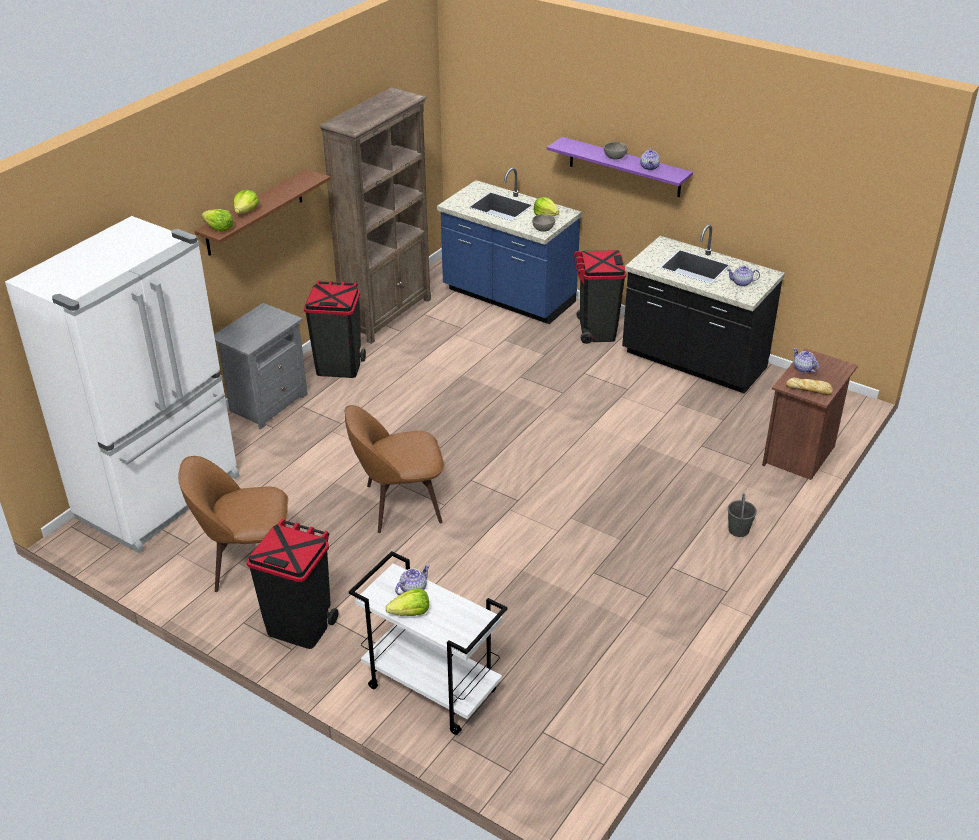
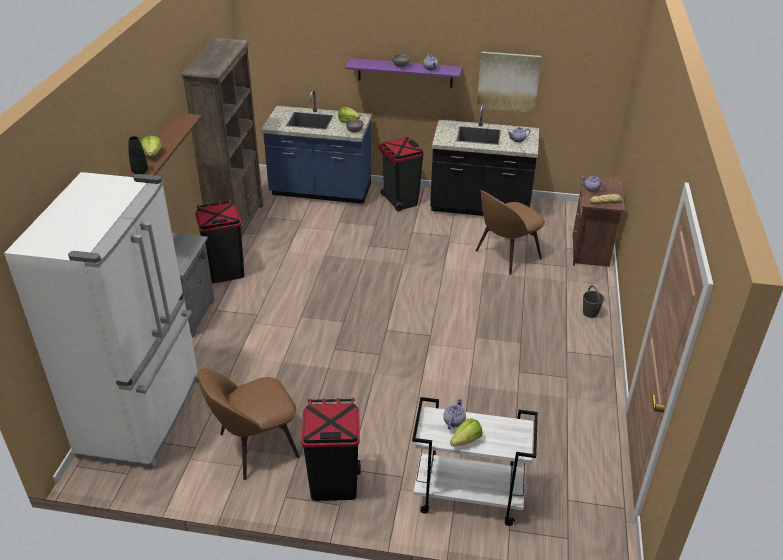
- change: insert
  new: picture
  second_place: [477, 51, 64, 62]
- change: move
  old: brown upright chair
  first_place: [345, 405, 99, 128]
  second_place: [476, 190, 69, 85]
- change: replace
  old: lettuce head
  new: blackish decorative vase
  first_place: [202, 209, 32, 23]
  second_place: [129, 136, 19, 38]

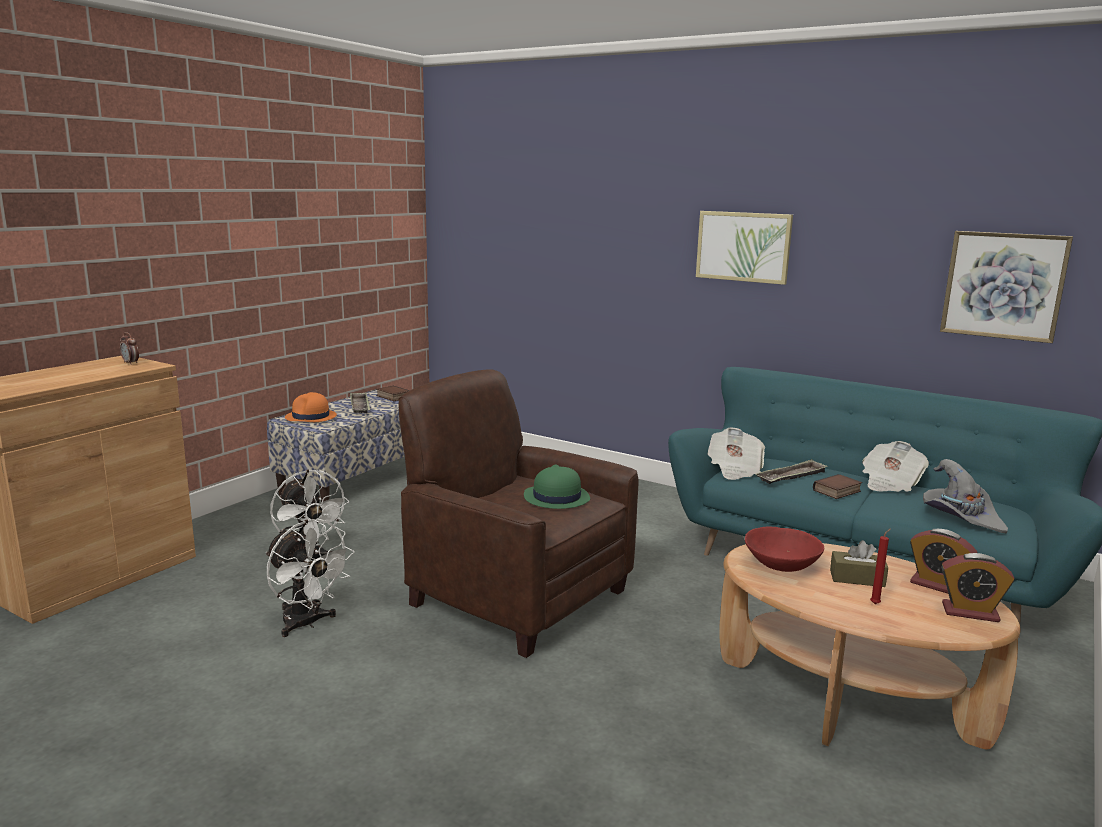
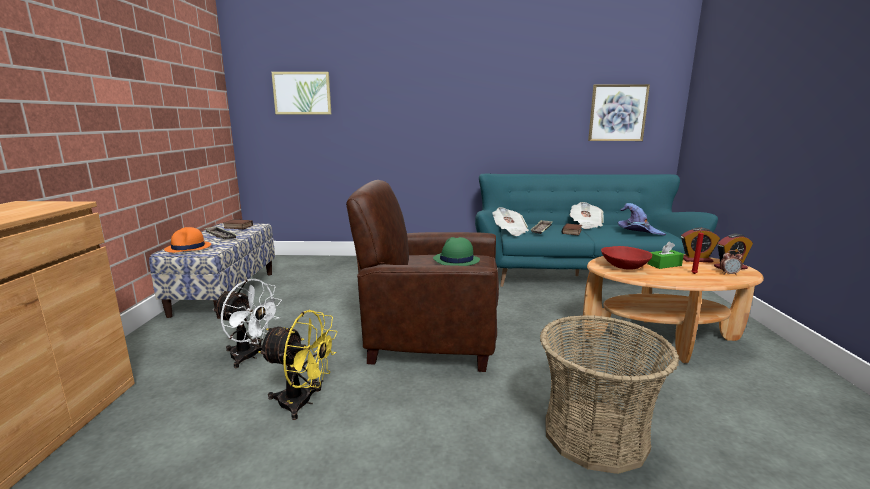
- change: insert
  new: household basket
  second_place: [540, 315, 139, 159]
- change: move
  old: bedside clock
  first_place: [120, 332, 19, 33]
  second_place: [720, 250, 23, 25]
- change: move
  old: picture
  first_place: [696, 211, 97, 74]
  second_place: [271, 72, 60, 42]
- change: recolor
  old: whitish cooling fan
  new: yellowish cooling fan
  first_place: [266, 519, 89, 118]
  second_place: [259, 310, 78, 110]
- change: recolor
  old: brown box of tissues
  new: green-coloured box of tissues
  first_place: [830, 540, 58, 47]
  second_place: [648, 241, 36, 28]
- change: recolor
  old: greyish hat
  new: purple-coloured hat
  first_place: [923, 459, 85, 74]
  second_place: [617, 203, 49, 33]

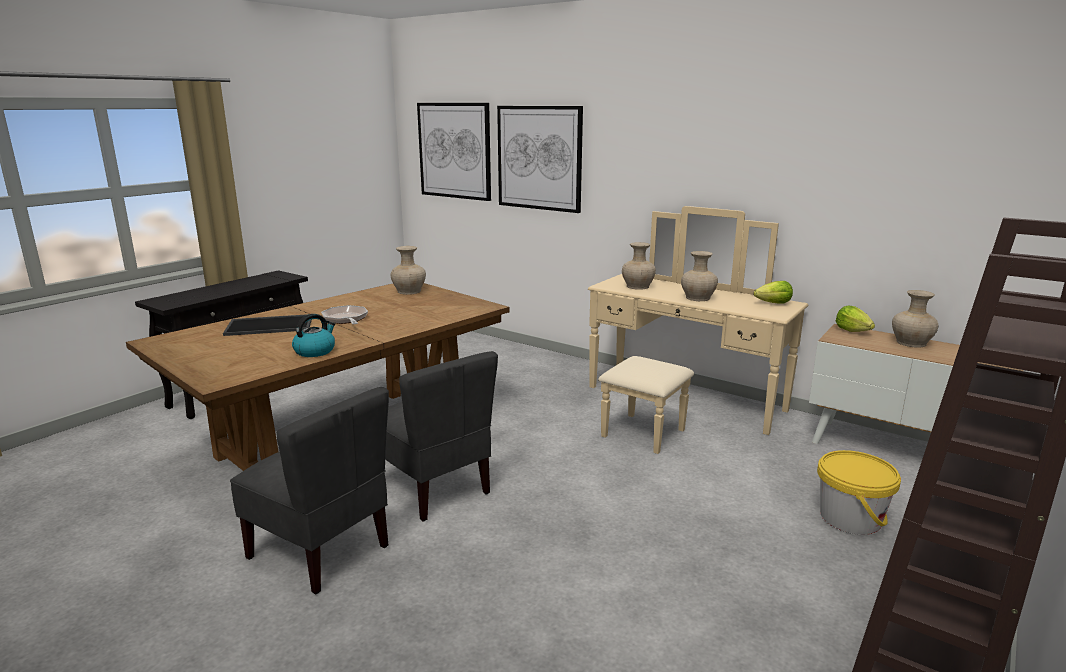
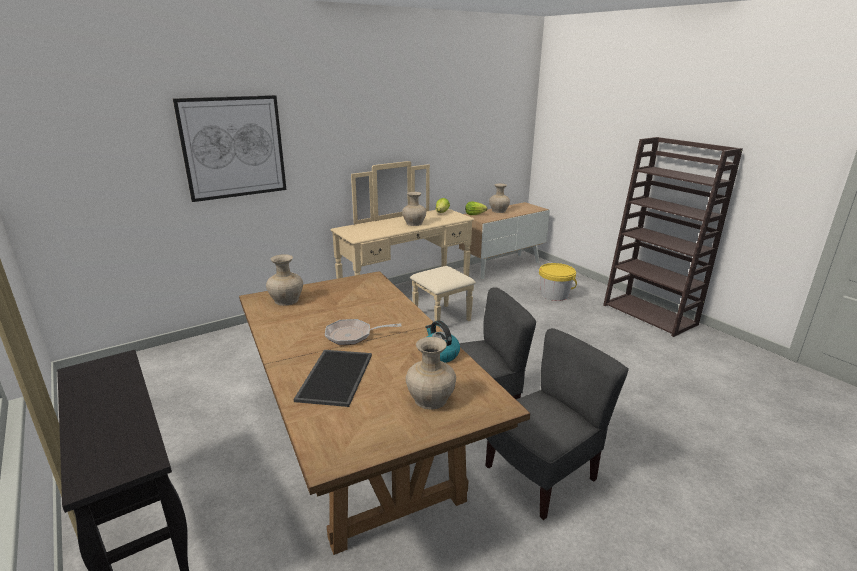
- change: delete
  old: picture
  first_place: [417, 103, 74, 98]
- change: move
  old: beige decorative vase
  first_place: [622, 242, 34, 48]
  second_place: [406, 337, 50, 73]

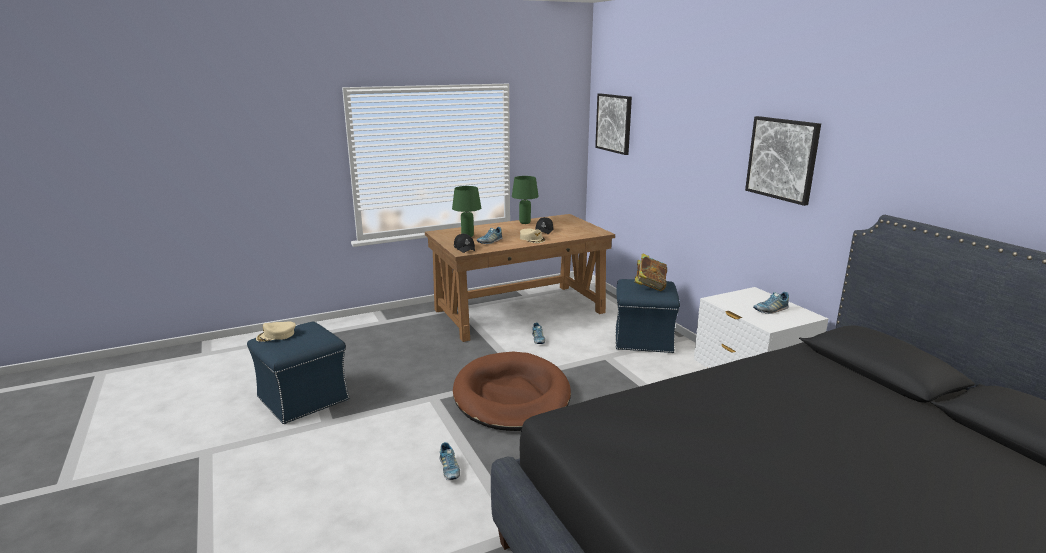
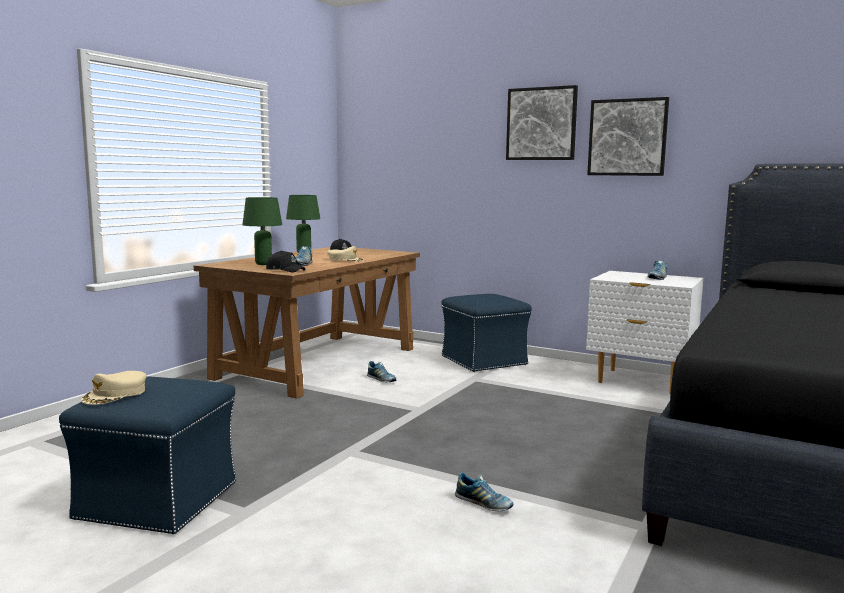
- change: delete
  old: brown pet bed
  first_place: [453, 351, 118, 80]
- change: delete
  old: book
  first_place: [635, 253, 32, 38]
- change: move
  old: picture
  first_place: [595, 93, 37, 62]
  second_place: [506, 85, 72, 75]

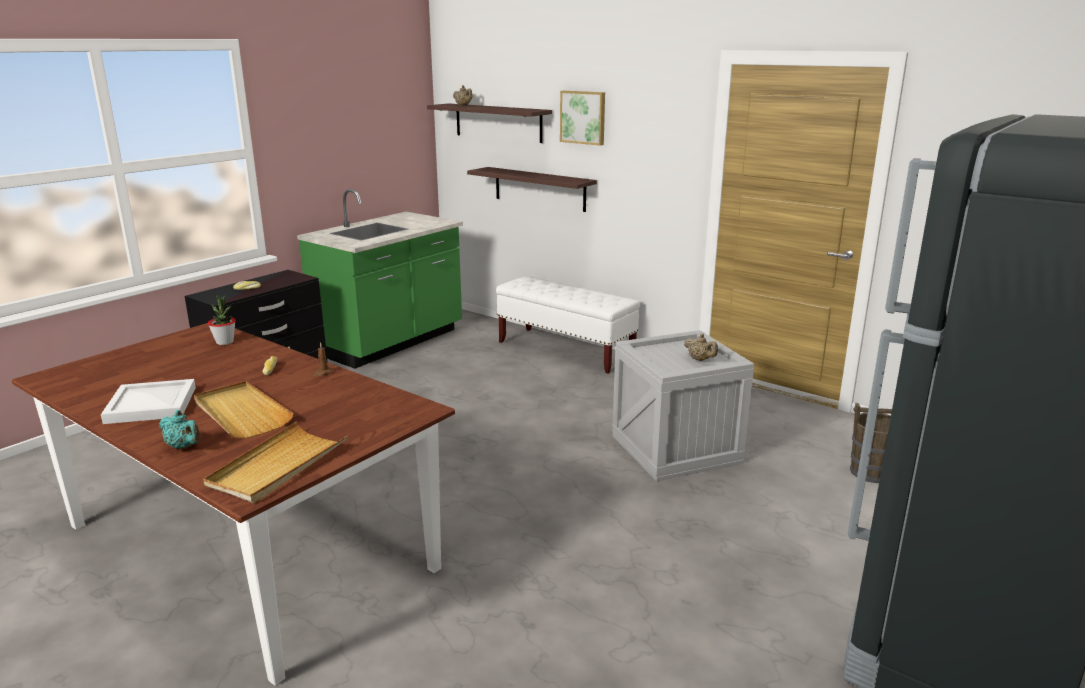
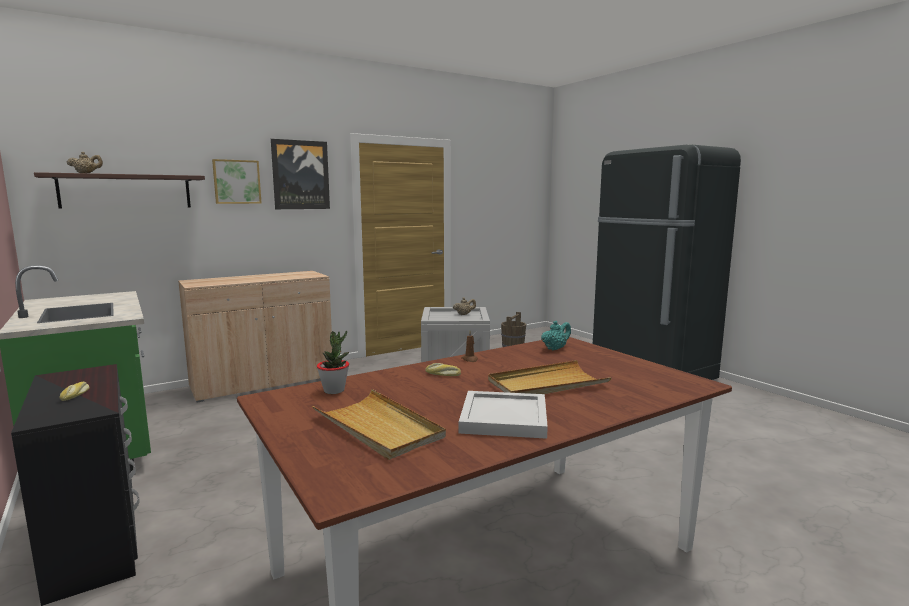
- change: delete
  old: shelf
  first_place: [467, 167, 130, 45]
- change: insert
  new: picture
  second_place: [271, 139, 59, 70]
- change: move
  old: turquoise tea pot
  first_place: [159, 410, 41, 39]
  second_place: [541, 321, 30, 29]
- change: move
  old: beige serving tray
  first_place: [203, 422, 145, 81]
  second_place: [312, 389, 134, 71]
- change: replace
  old: whitish bench
  new: beige storage cabinet
  first_place: [496, 276, 144, 98]
  second_place: [178, 271, 154, 132]

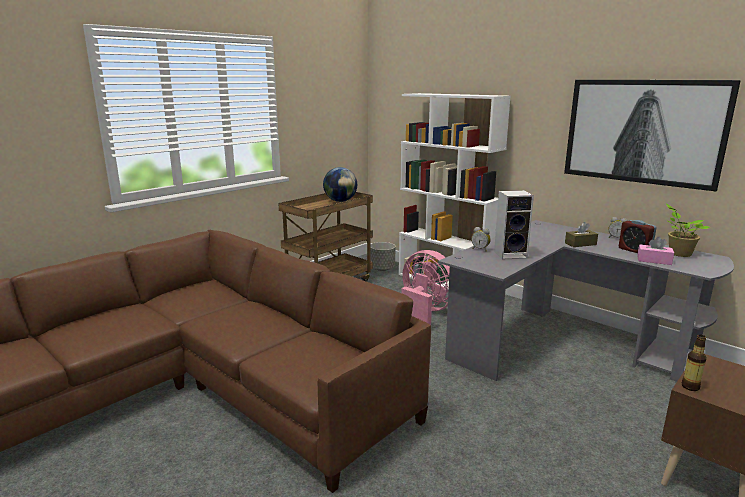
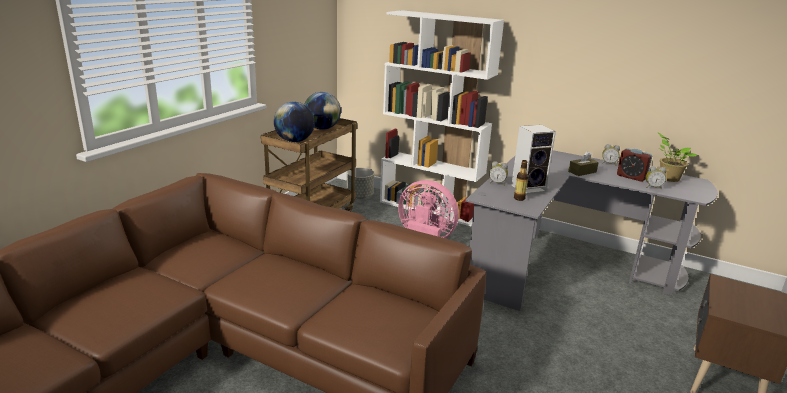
- change: delete
  old: picture
  first_place: [564, 80, 177, 112]
- change: insert
  new: globe
  second_place: [274, 102, 41, 40]
- change: move
  old: bottle
  first_place: [682, 335, 25, 56]
  second_place: [514, 160, 14, 41]
- change: replace
  old: pinkish box of tissues
  new: bedside clock
  first_place: [637, 237, 37, 28]
  second_place: [646, 166, 20, 23]

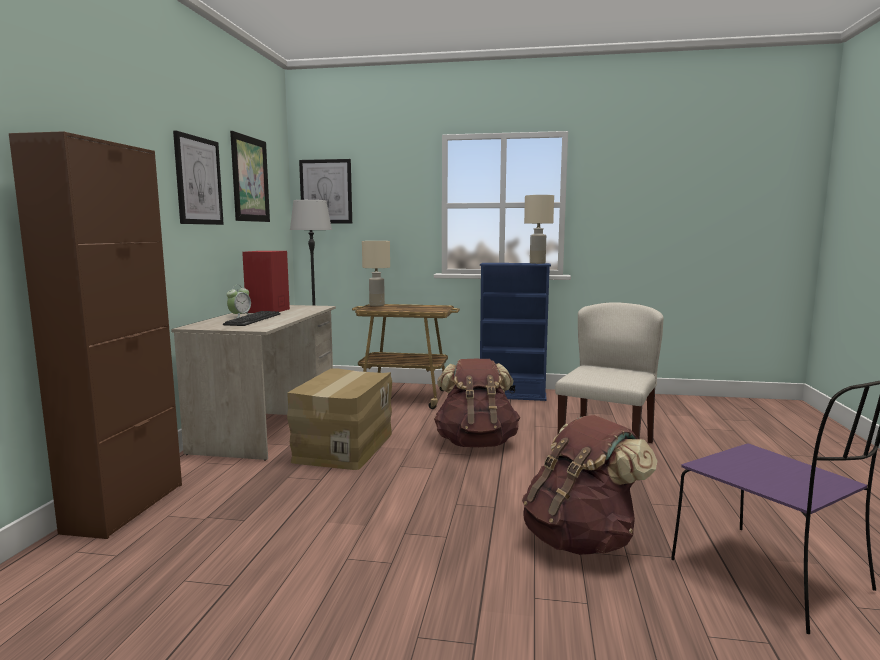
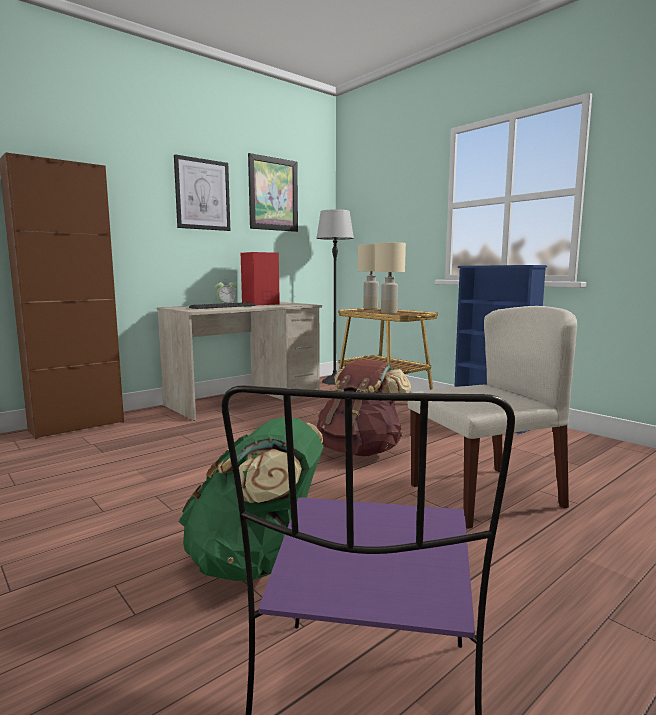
- change: delete
  old: packing box
  first_place: [287, 368, 105, 102]
- change: delete
  old: picture
  first_place: [299, 159, 53, 65]
- change: move
  old: beige lamp for a table
  first_place: [524, 195, 30, 69]
  second_place: [375, 242, 31, 72]
- change: recolor
  old: brown knapsack
  new: green-coloured knapsack
  first_place: [522, 415, 135, 140]
  second_place: [179, 417, 144, 164]

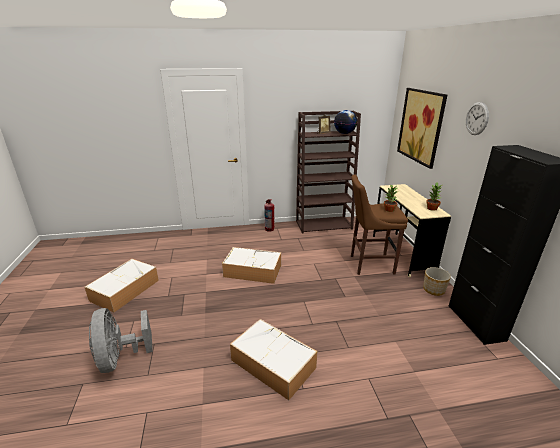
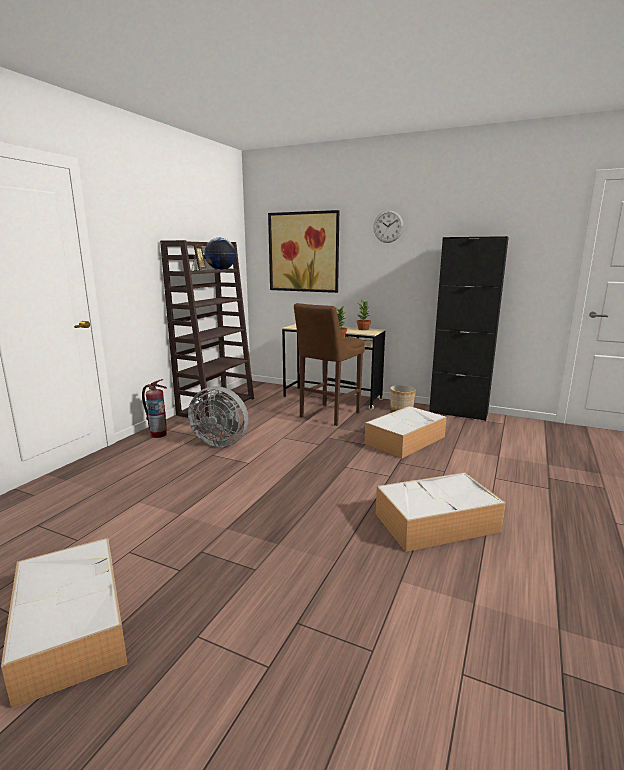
- change: move
  old: greyish cooling fan
  first_place: [89, 308, 64, 65]
  second_place: [188, 386, 60, 61]
- change: move
  old: storage box
  first_place: [222, 247, 59, 37]
  second_place: [364, 406, 82, 52]

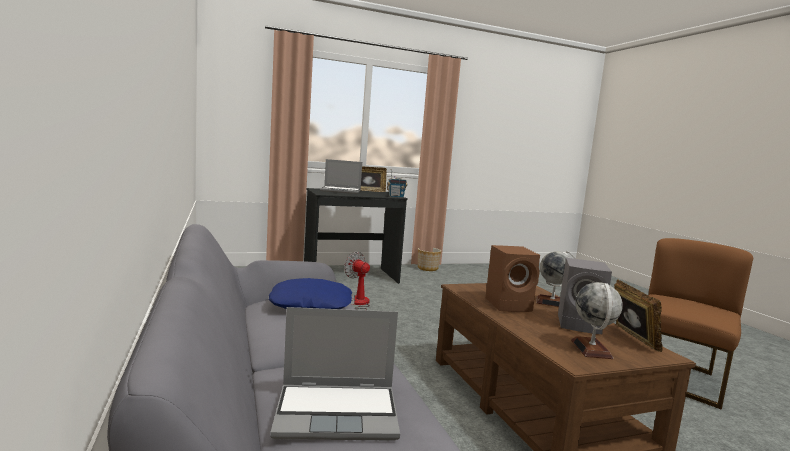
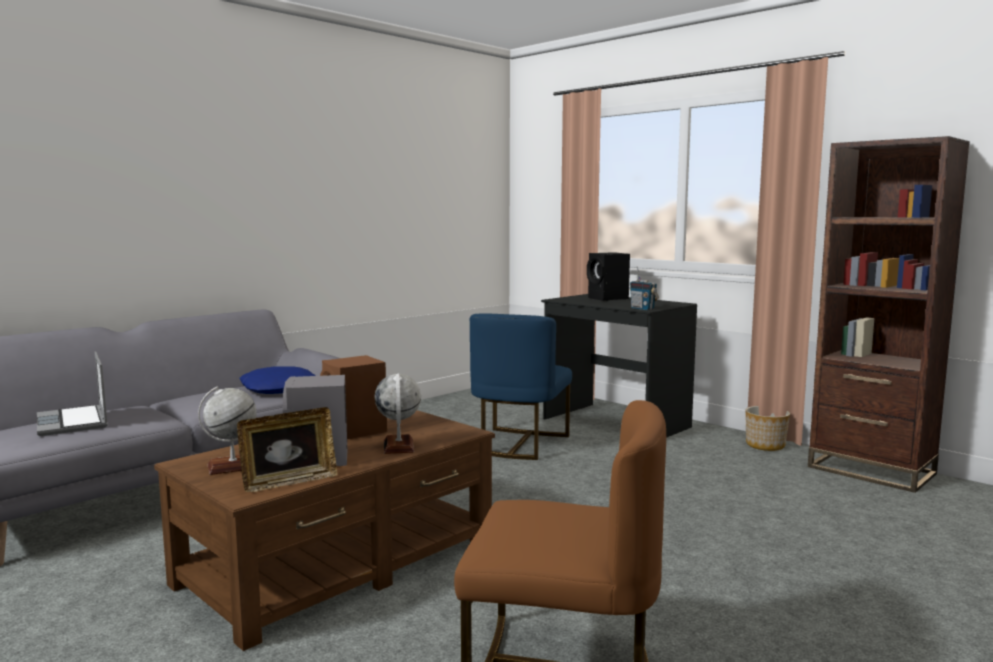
- change: delete
  old: picture frame
  first_place: [360, 167, 27, 25]
- change: insert
  new: brown bookshelf
  second_place: [808, 136, 162, 357]
- change: replace
  old: notebook computer
  new: blackish audio speaker
  first_place: [320, 159, 42, 35]
  second_place: [587, 252, 43, 49]
- change: replace
  old: cooling fan
  new: blue upright chair
  first_place: [344, 252, 26, 58]
  second_place: [470, 313, 102, 147]

